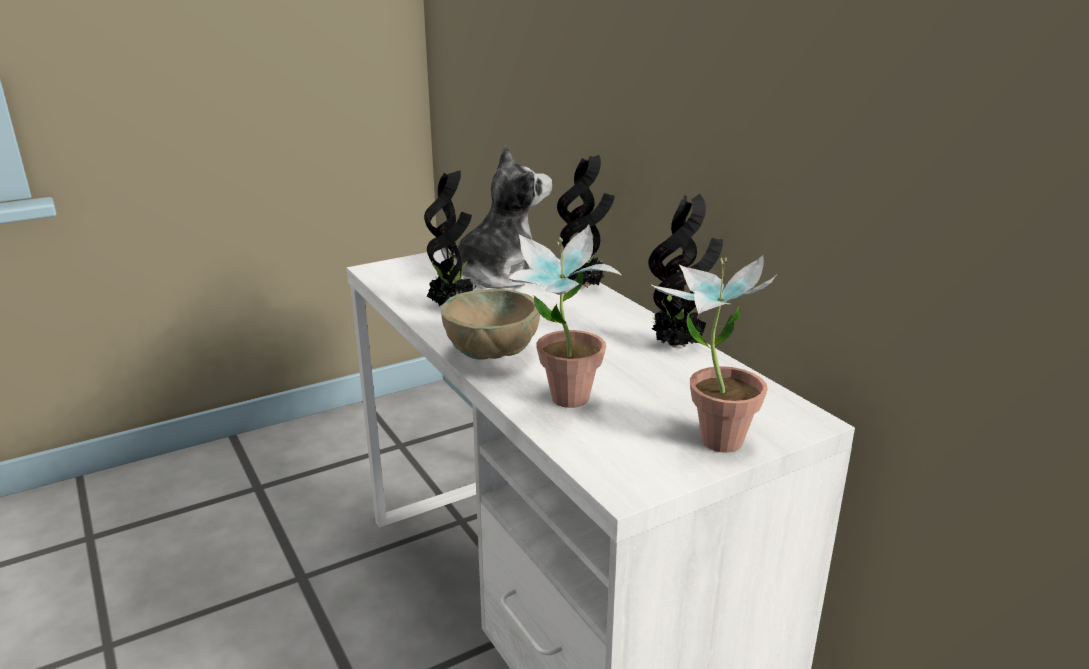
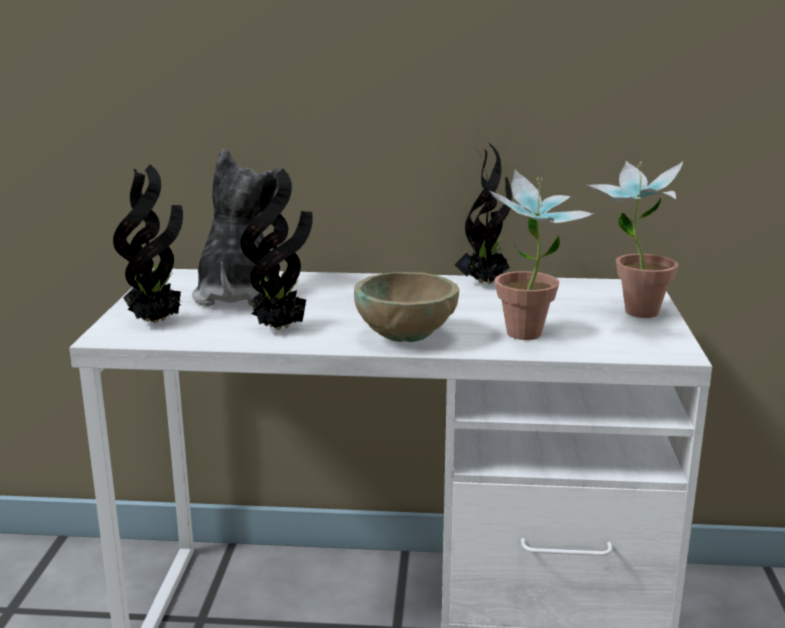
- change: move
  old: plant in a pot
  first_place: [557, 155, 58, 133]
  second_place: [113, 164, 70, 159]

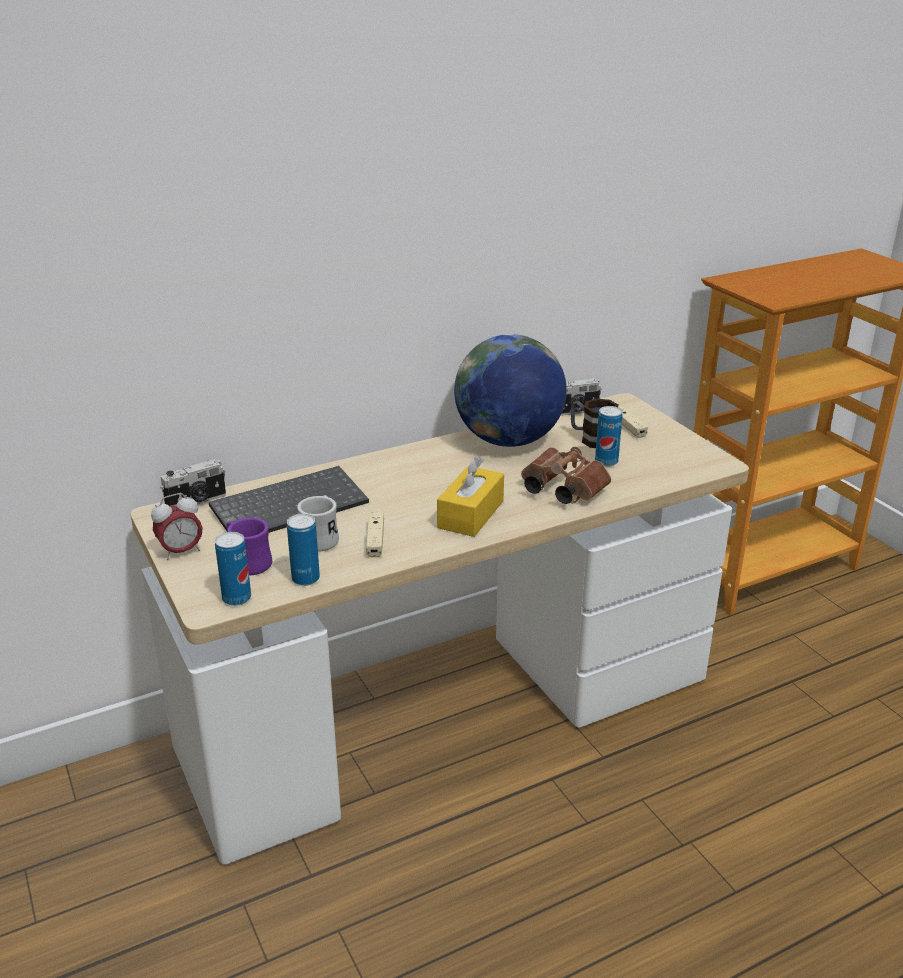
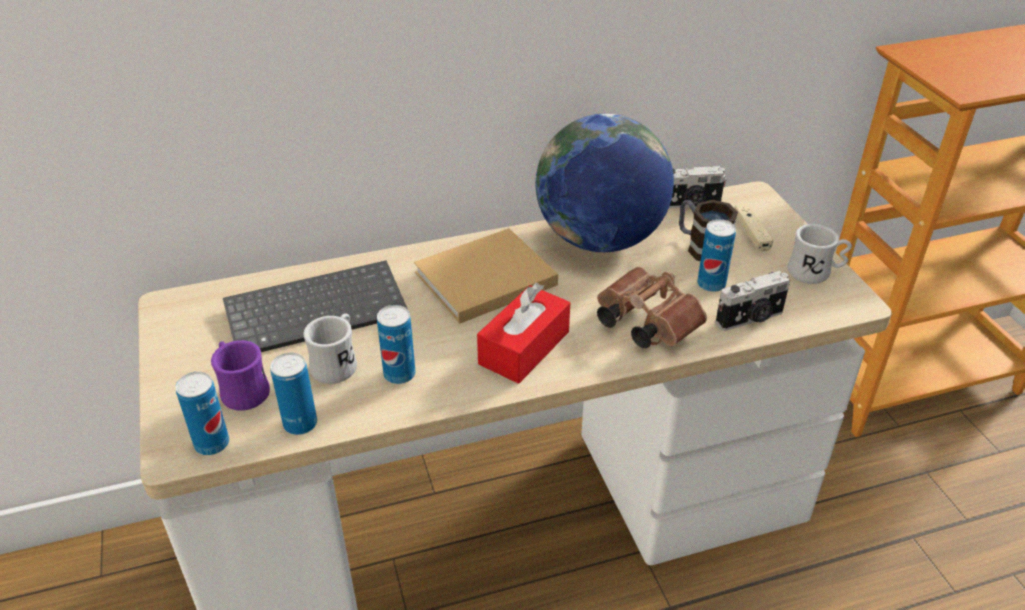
- change: delete
  old: bedside clock
  first_place: [151, 493, 52, 67]
- change: insert
  new: beige book
  second_place: [414, 228, 144, 96]
- change: insert
  new: whitish coffee mug
  second_place: [788, 224, 64, 60]
- change: move
  old: photo camera
  first_place: [160, 459, 66, 47]
  second_place: [715, 271, 75, 60]
- change: replace
  old: beige joypad
  new: sealed can
  first_place: [366, 513, 18, 44]
  second_place: [377, 305, 39, 79]
- change: recolor
  old: yellowish box of tissues
  new: red box of tissues
  first_place: [437, 456, 67, 81]
  second_place: [477, 283, 93, 101]

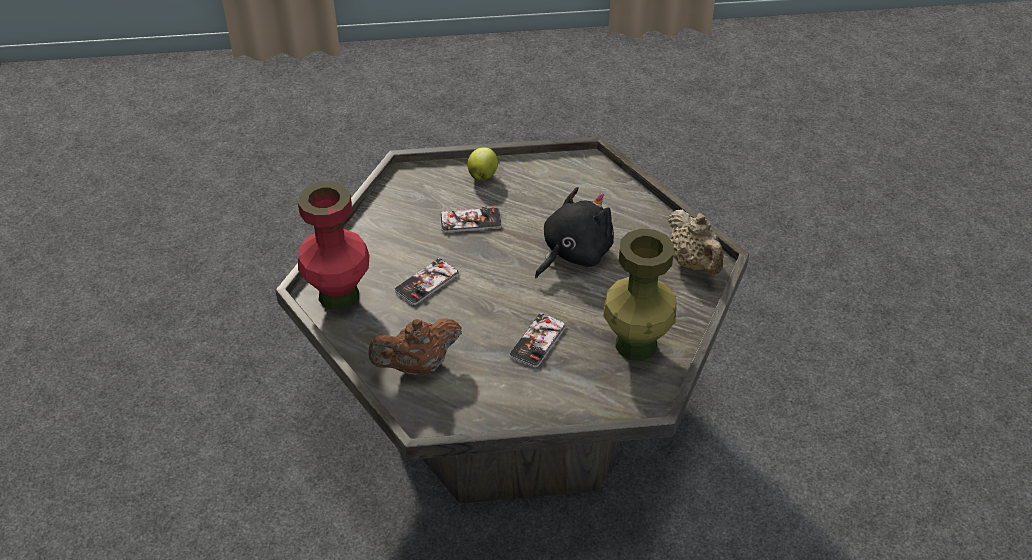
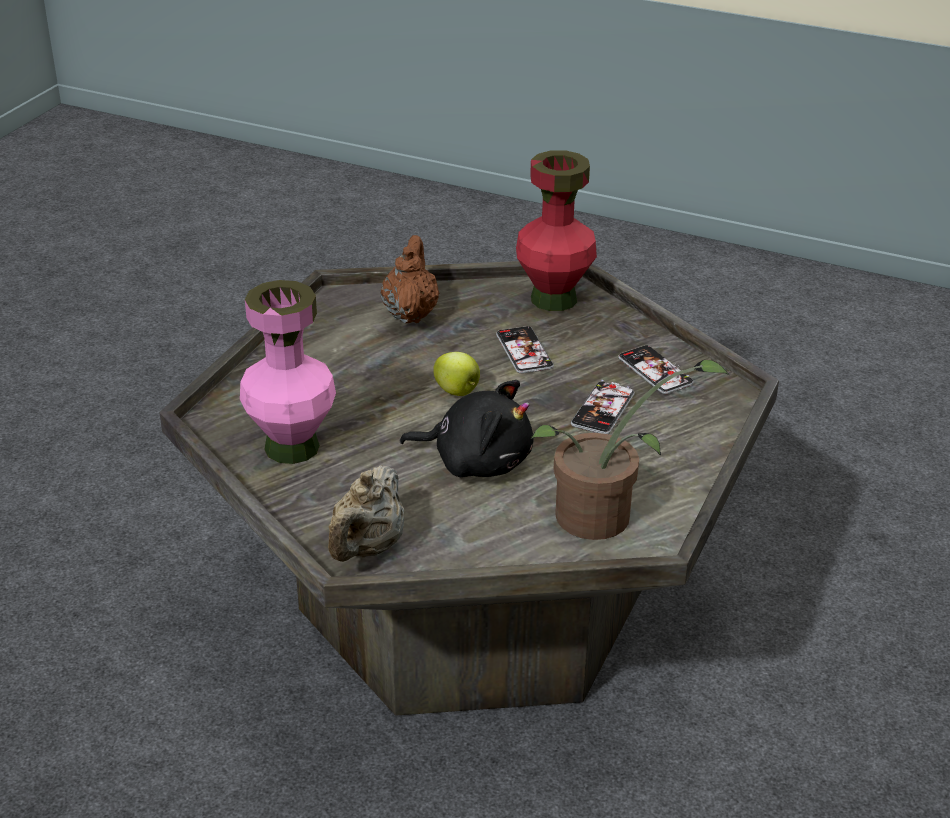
- change: insert
  new: plant in a pot
  second_place: [531, 359, 198, 181]
- change: move
  old: apple fruit
  first_place: [467, 147, 31, 33]
  second_place: [433, 352, 47, 44]
- change: move
  old: phone
  first_place: [509, 313, 57, 55]
  second_place: [618, 345, 76, 49]
- change: recolor
  old: green-coloured decorative vase
  new: pinkish decorative vase
  first_place: [603, 229, 73, 132]
  second_place: [240, 280, 96, 184]
- change: rotate
  old: blackish soft toy
  first_place: [535, 187, 79, 91]
  second_place: [399, 380, 134, 97]
  degrees: -60
- change: rotate
  old: beige tea pot
  first_place: [668, 210, 56, 65]
  second_place: [328, 465, 76, 97]
  degrees: -75

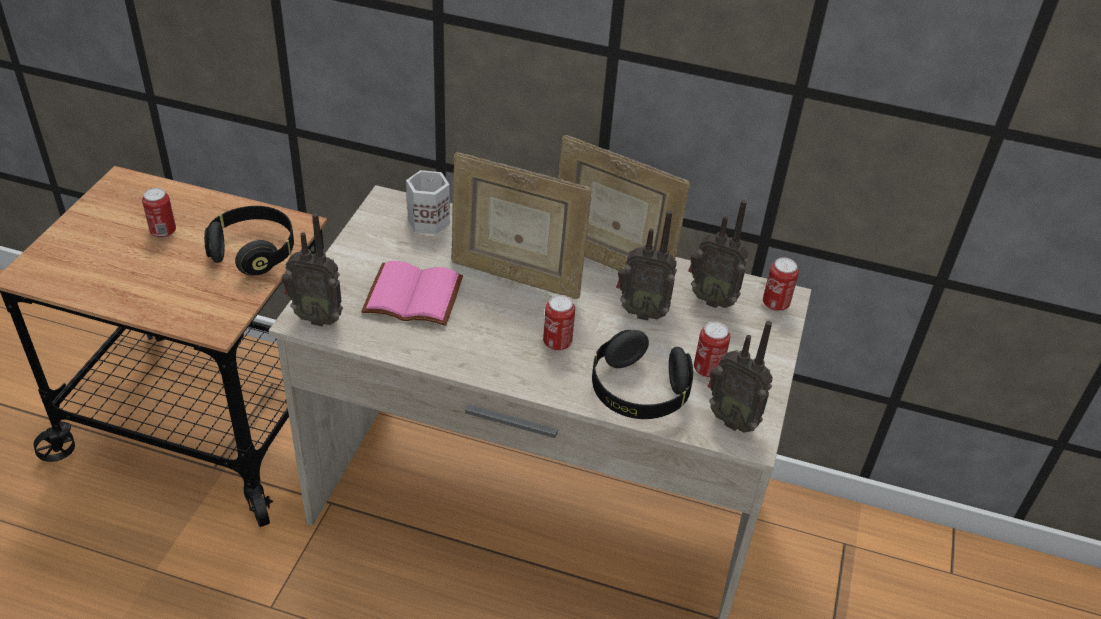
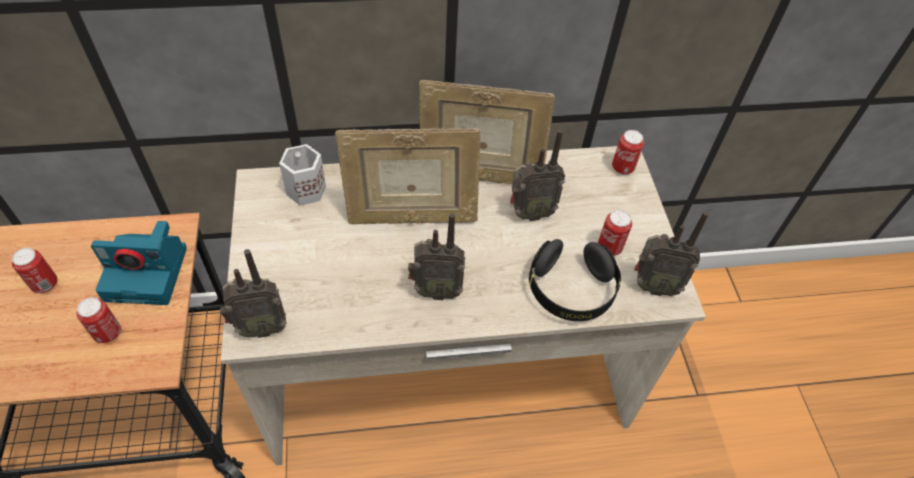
- change: delete
  old: pinkish book
  first_place: [361, 261, 102, 65]
- change: move
  old: sealed can
  first_place: [543, 295, 32, 56]
  second_place: [76, 297, 45, 46]
- change: move
  old: radio set
  first_place: [688, 200, 61, 108]
  second_place: [408, 213, 57, 87]
- change: replace
  old: blackish headphones
  new: photo camera
  first_place: [204, 206, 90, 70]
  second_place: [91, 221, 96, 84]

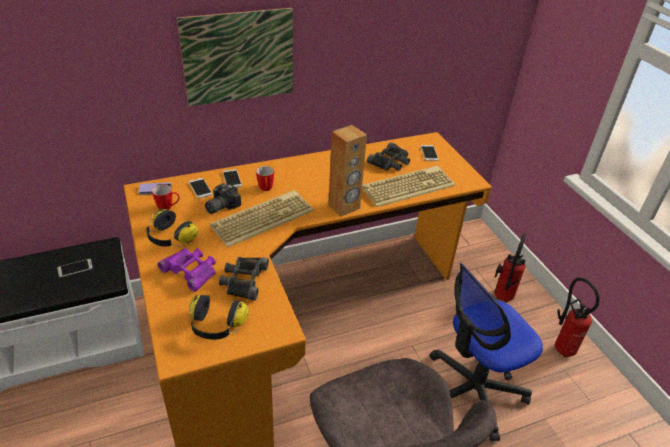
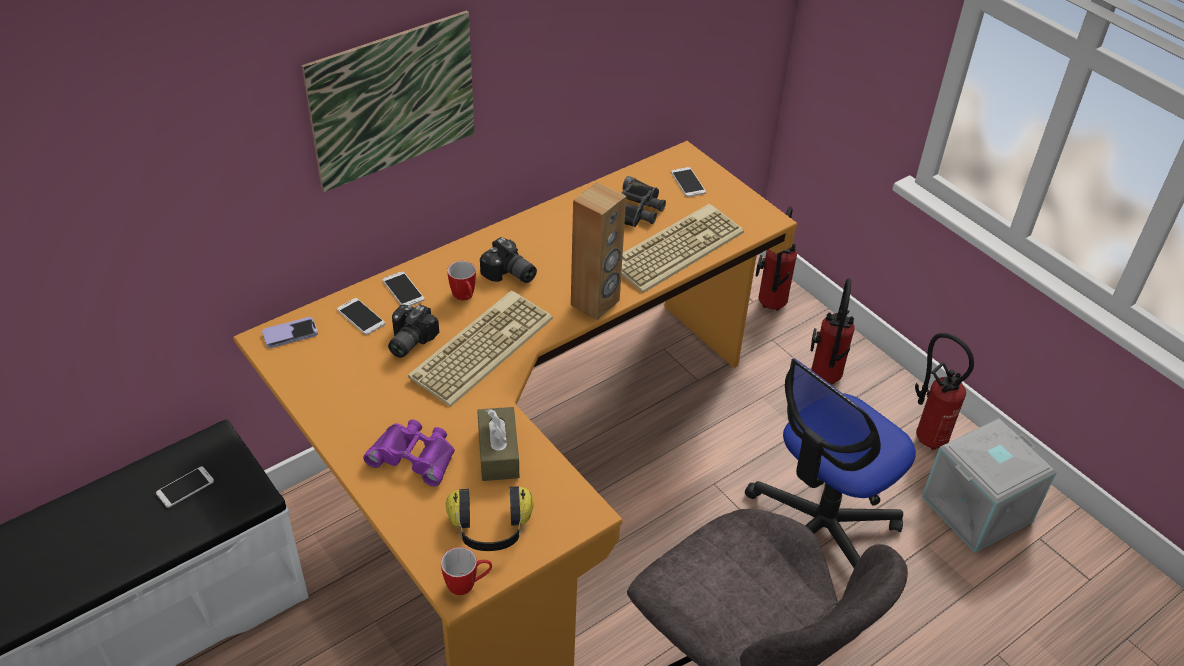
- change: delete
  old: headphones
  first_place: [146, 208, 52, 39]
- change: insert
  new: photo camera
  second_place: [480, 237, 57, 46]
- change: insert
  new: extinguisher
  second_place: [756, 206, 41, 105]
- change: insert
  new: greyish storage box
  second_place: [922, 418, 135, 135]
- change: move
  old: coffee mug
  first_place: [152, 184, 28, 26]
  second_place: [441, 547, 51, 48]
- change: replace
  old: blackish pair of binoculars
  new: brown box of tissues
  first_place: [219, 257, 50, 44]
  second_place: [477, 407, 42, 74]

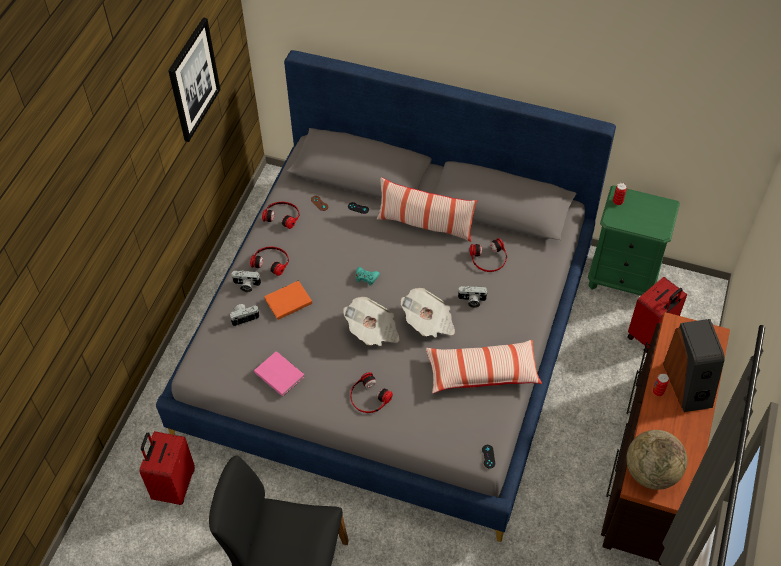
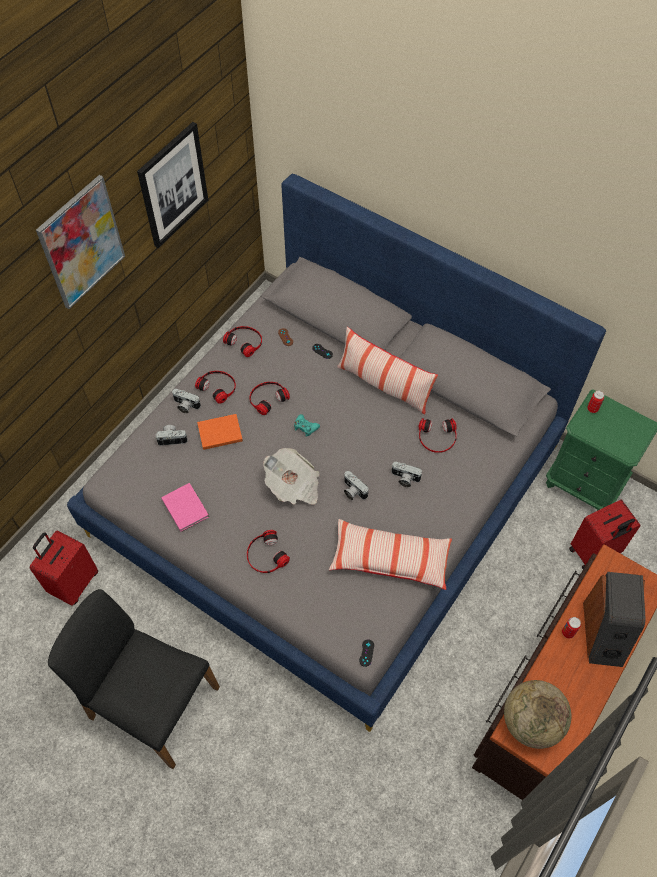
- change: insert
  new: picture
  second_place: [36, 175, 89, 134]
- change: insert
  new: headphones
  second_place: [250, 382, 40, 33]
- change: replace
  old: daily paper
  new: photo camera
  first_place: [401, 288, 54, 49]
  second_place: [344, 471, 25, 29]

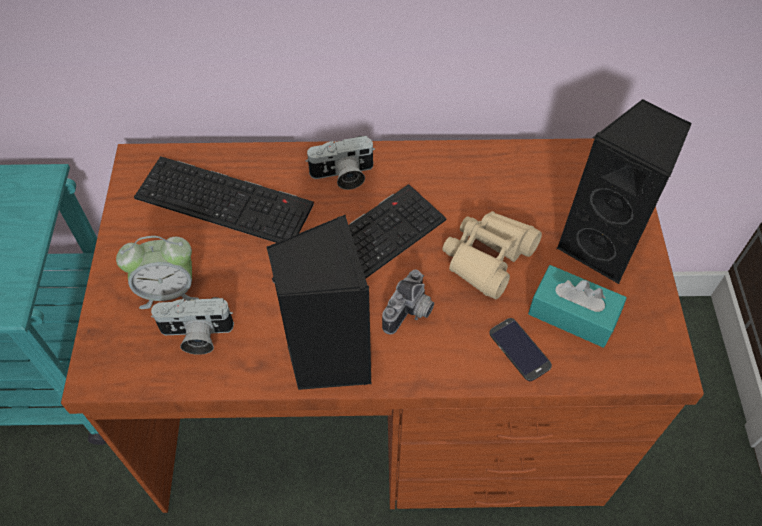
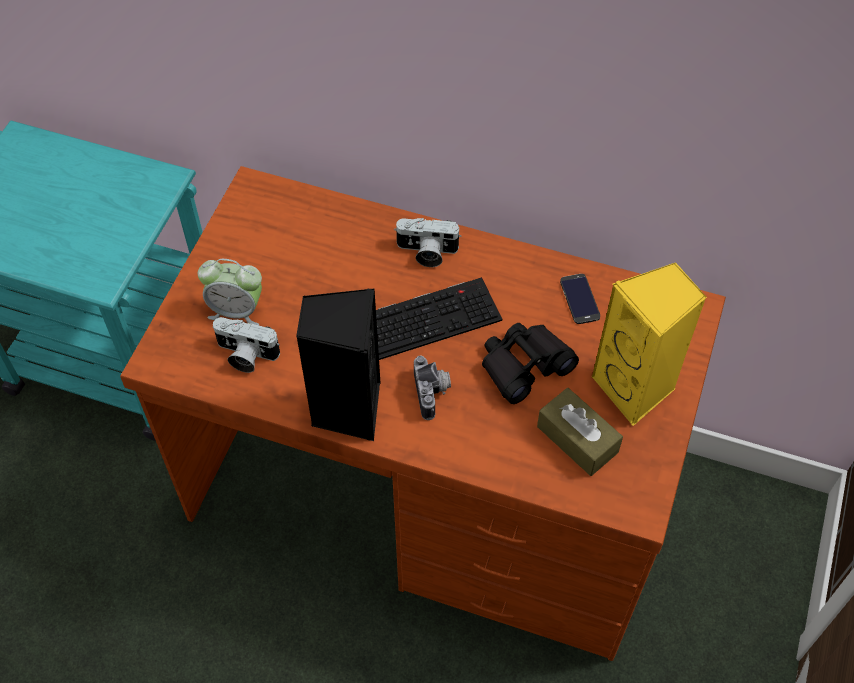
- change: delete
  old: keyboard
  first_place: [134, 156, 180, 87]
- change: move
  old: phone
  first_place: [489, 318, 63, 63]
  second_place: [560, 274, 40, 50]
- change: recolor
  old: beige pair of binoculars
  new: blackish pair of binoculars
  first_place: [442, 211, 100, 88]
  second_place: [482, 323, 97, 81]
- change: recolor
  old: turquoise box of tissues
  new: brown box of tissues
  first_place: [528, 265, 99, 83]
  second_place: [537, 388, 86, 88]
- change: recolor
  old: blackish audio speaker
  new: yellowish audio speaker
  first_place: [557, 99, 135, 185]
  second_place: [592, 262, 115, 164]
- change: rotate
  old: photo camera
  first_place: [382, 269, 52, 66]
  second_place: [414, 355, 37, 65]
  degrees: -60

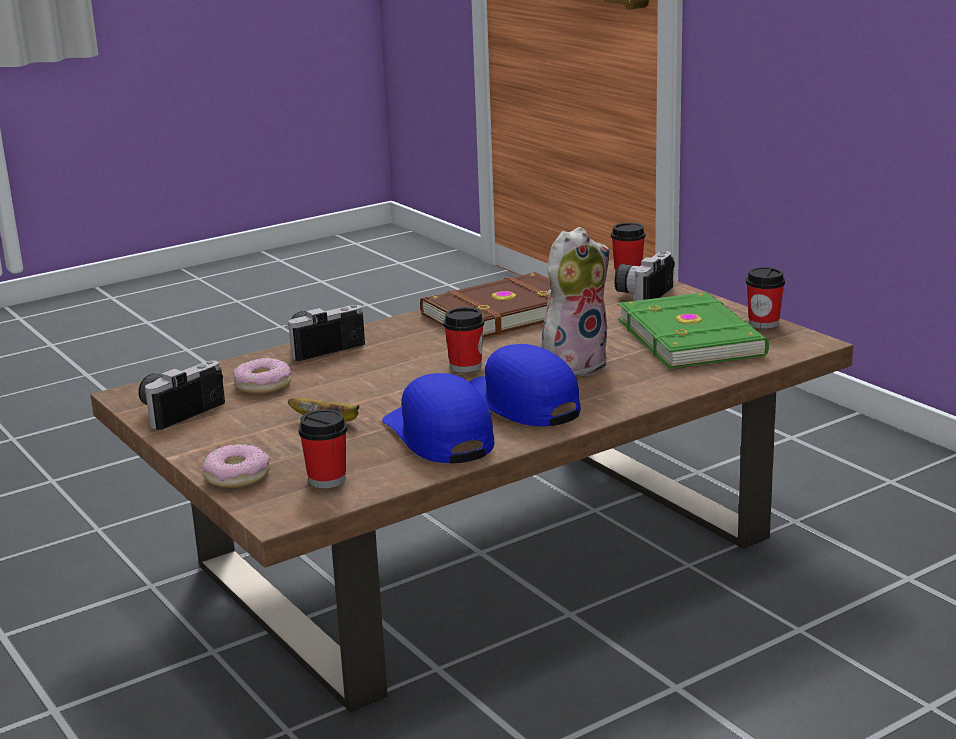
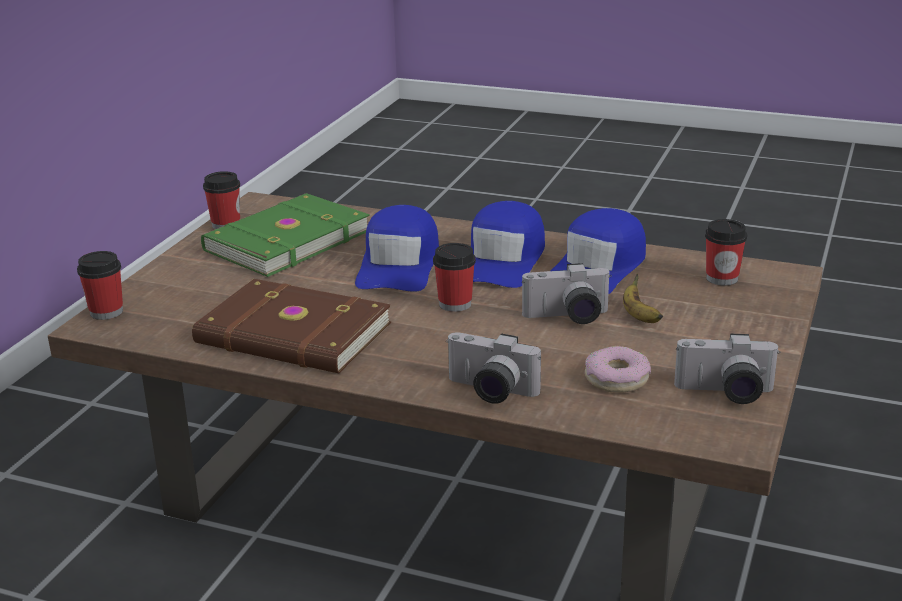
- change: delete
  old: doughnut
  first_place: [202, 444, 68, 44]
- change: move
  old: photo camera
  first_place: [614, 251, 61, 50]
  second_place: [522, 263, 90, 61]
- change: replace
  old: soft toy
  new: blue baseball cap
  first_place: [542, 227, 68, 150]
  second_place: [355, 205, 84, 87]

